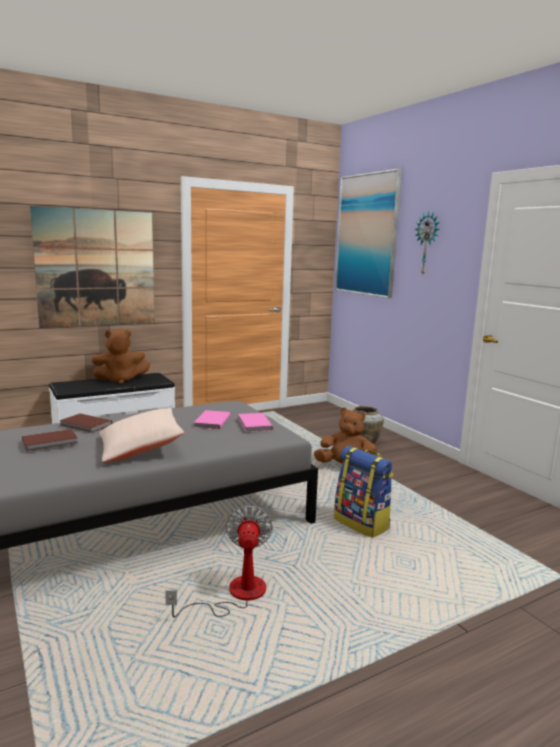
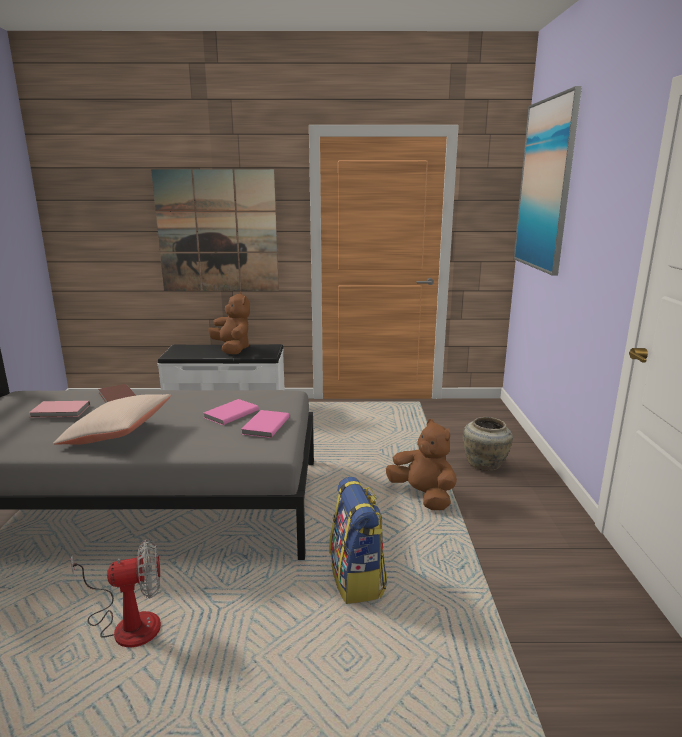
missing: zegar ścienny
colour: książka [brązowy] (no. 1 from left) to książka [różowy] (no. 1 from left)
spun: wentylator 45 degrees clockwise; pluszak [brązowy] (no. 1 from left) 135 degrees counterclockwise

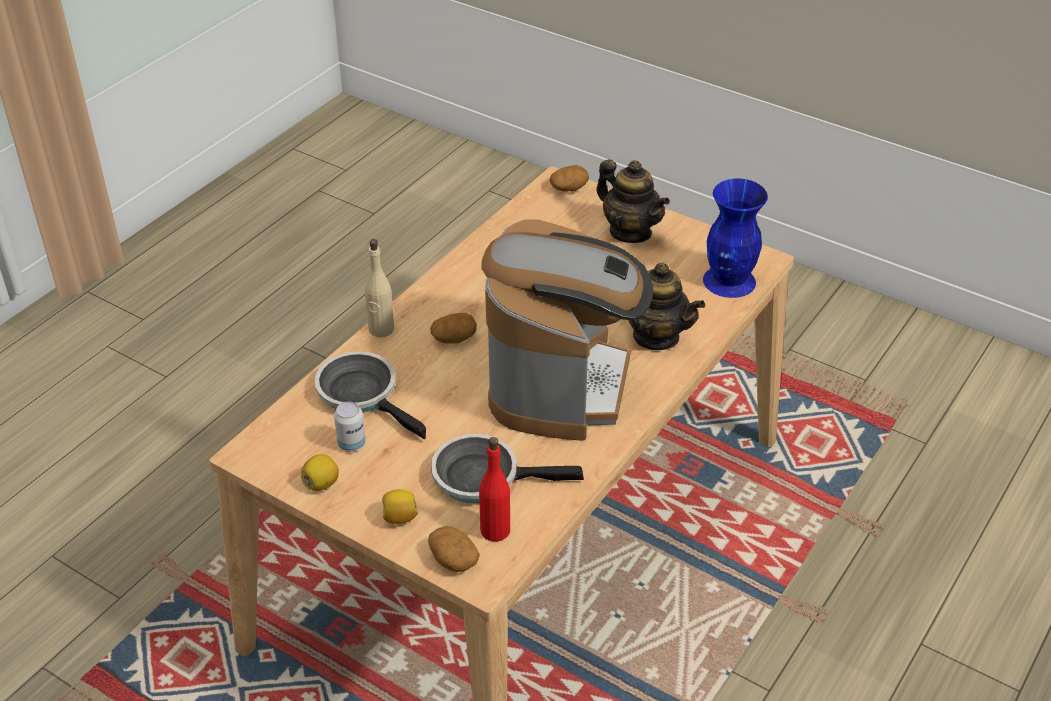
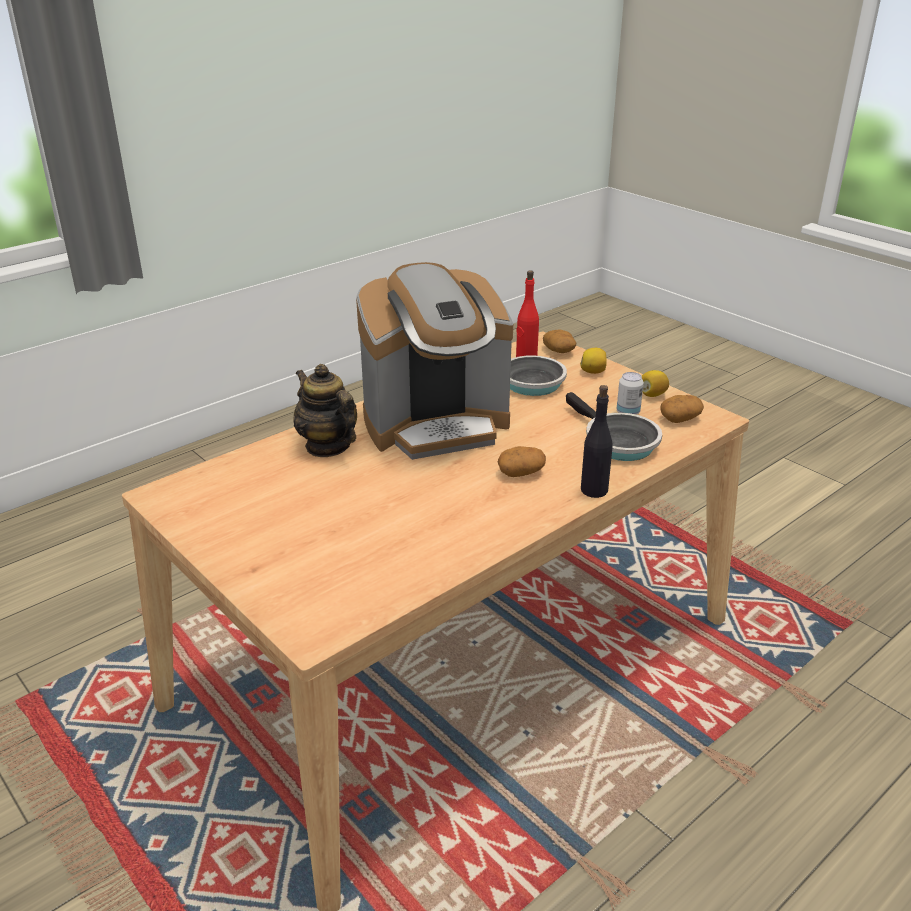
missing: imbryk (no. 1 from left); wazon [niebieski]
relocated: ziemniak (no. 3 from left)
colour: butelka [beżowy] to butelka [czarny]
spun: ekspres do kawy 135 degrees counterclockwise

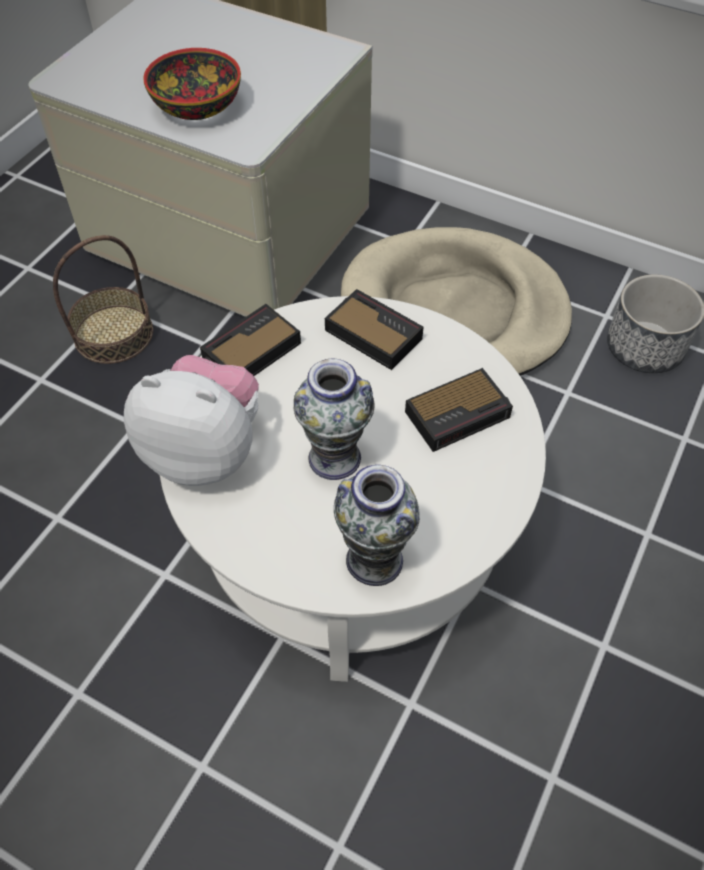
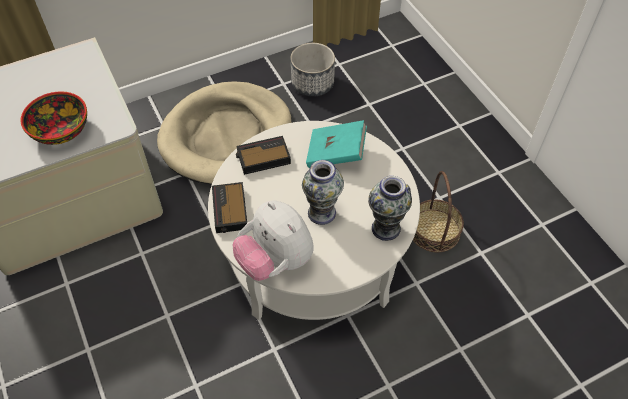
relocated: koszyk
exchanged: budzik (no. 3 from left) to książka [turkusowy]
spun: pluszak 90 degrees counterclockwise

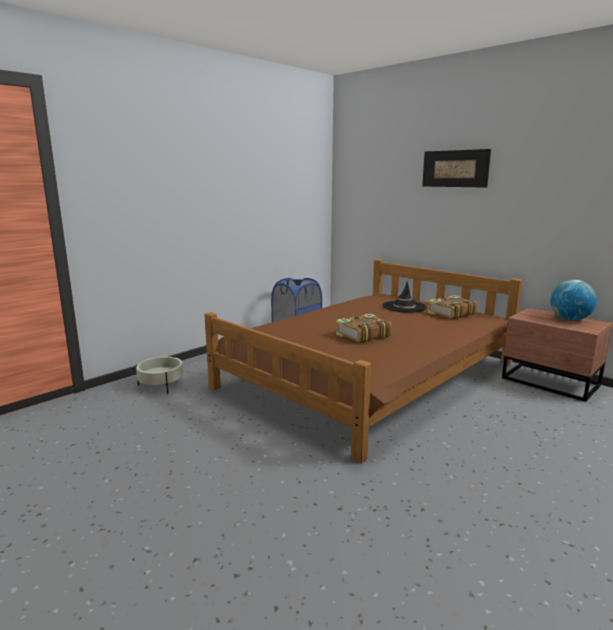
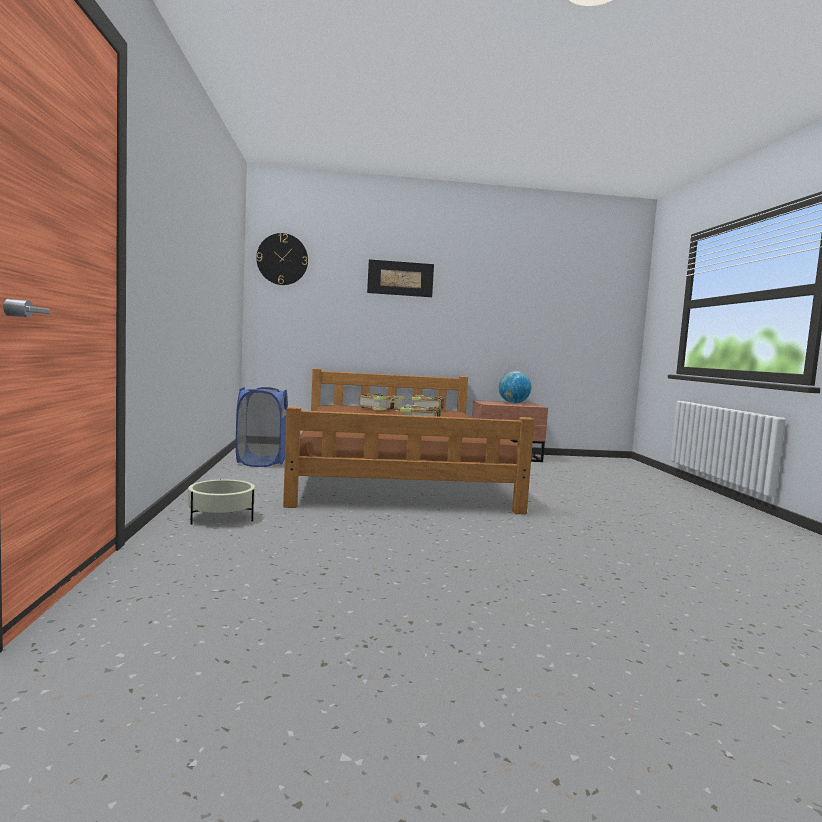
appeared: zegar ścienny
exchanged: kapelusz [czarny] to książka (no. 1 from left)

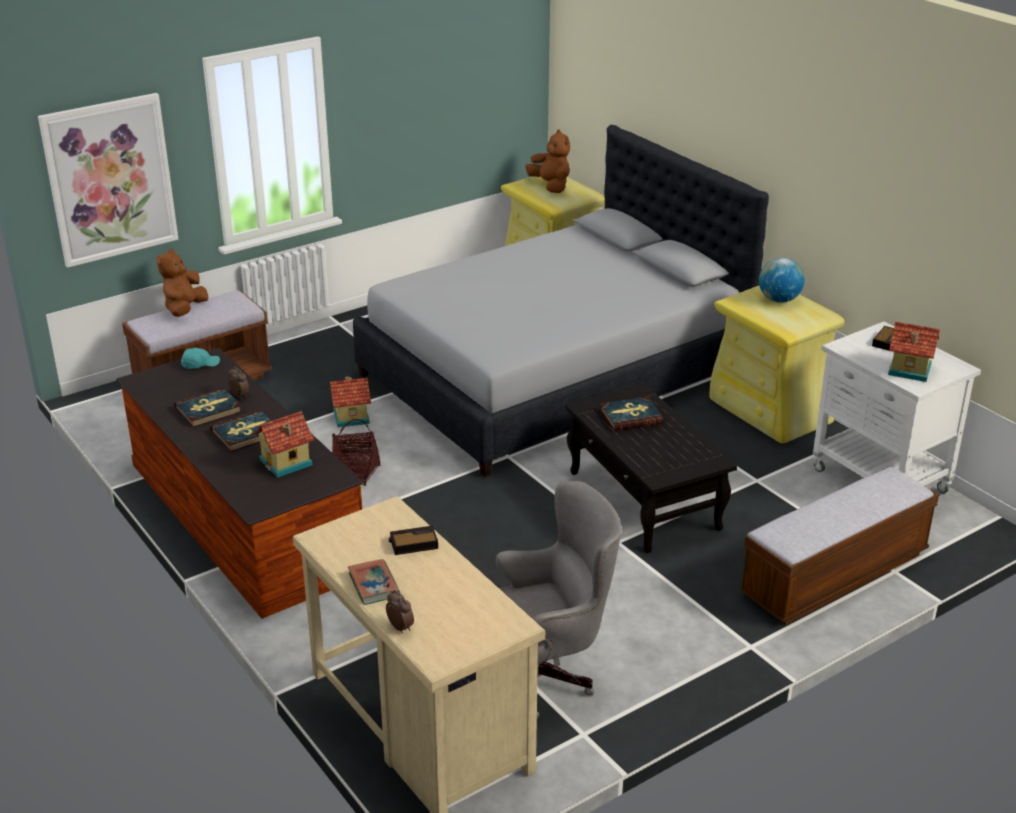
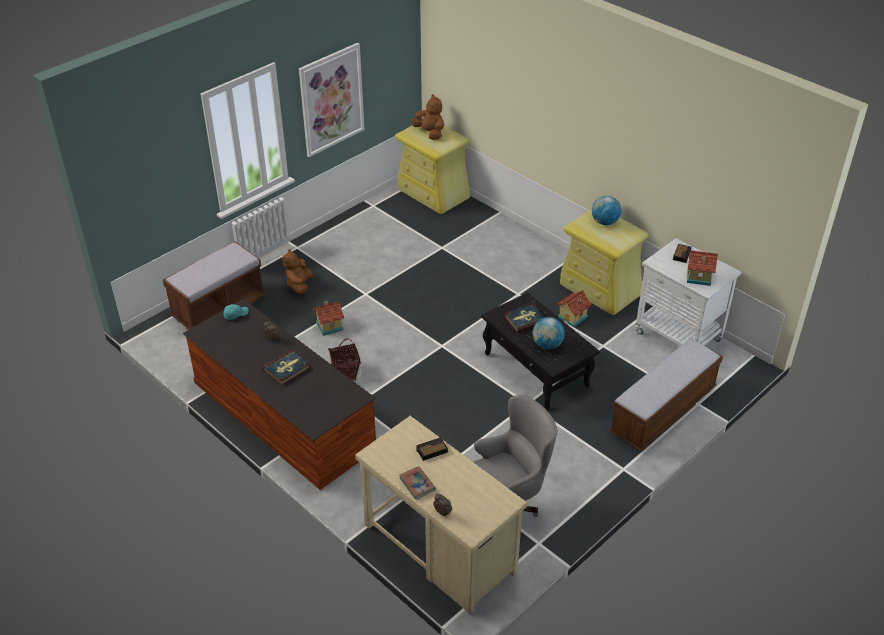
missing: książka (no. 1 from left); łóżko [szary]
appeared: globus (no. 1 from left)
relocated: pluszak [brązowy] (no. 1 from left); obraz; domek (no. 1 from left in the first image) to domek (no. 2 from left)

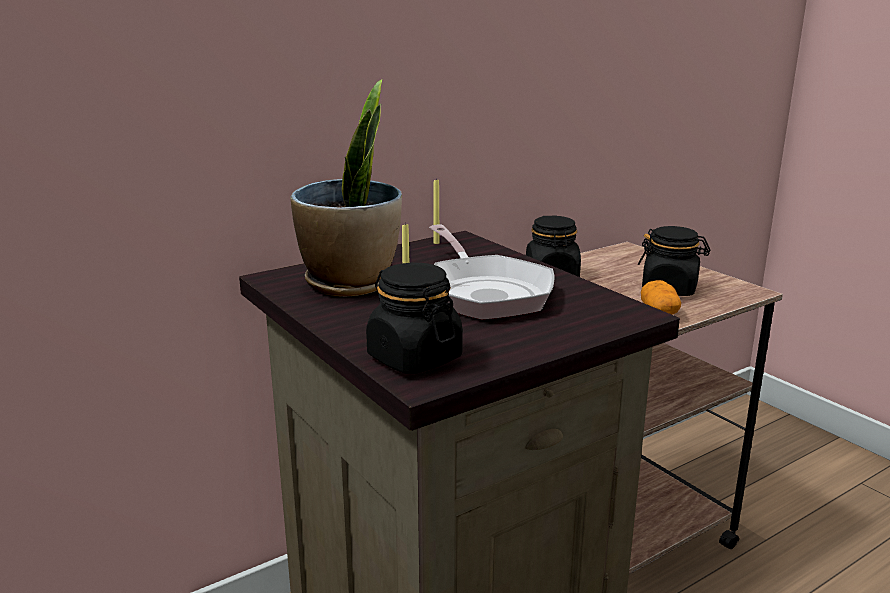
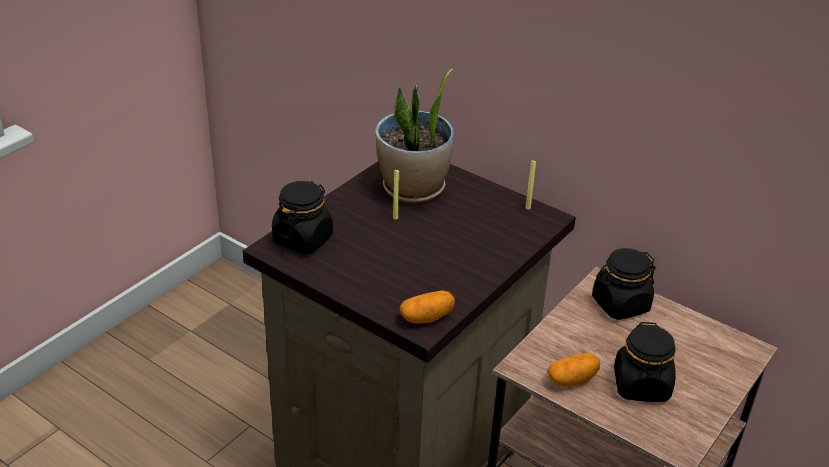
missing: patelnia
appeared: ziemniak (no. 1 from left)

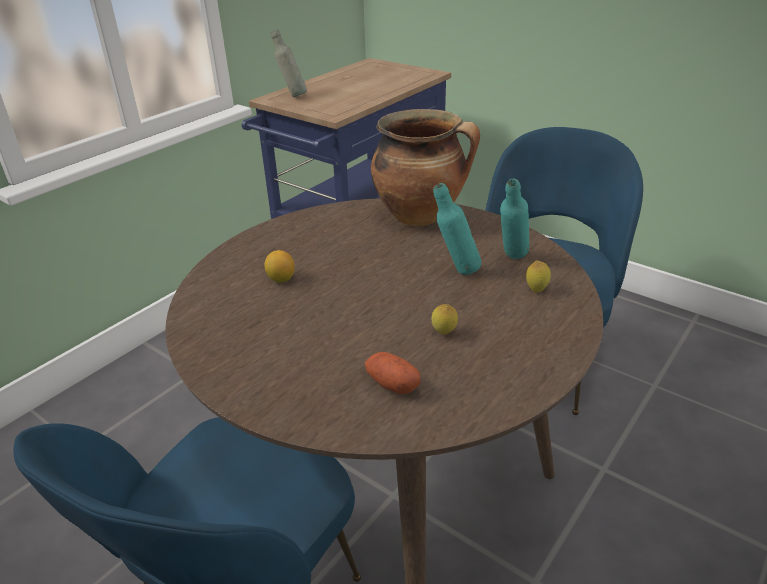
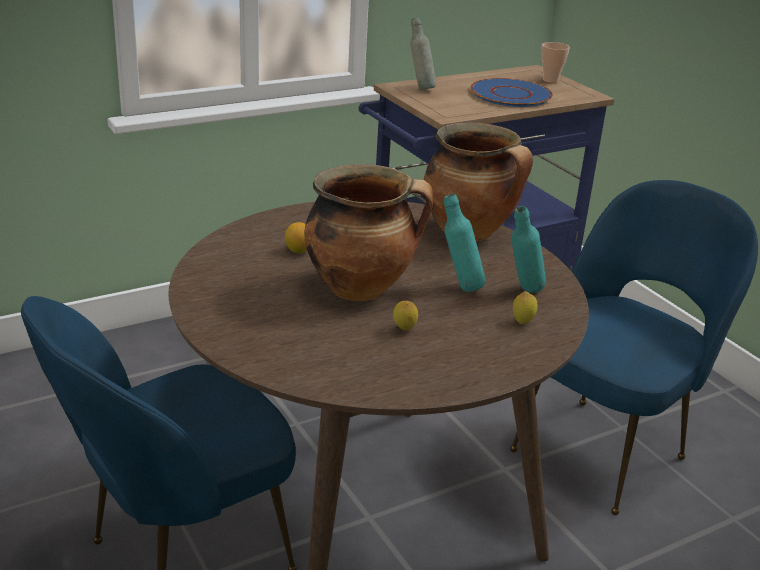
missing: ziemniak
appeared: garnek (no. 1 from left); talerz [niebieski]; filiżanka

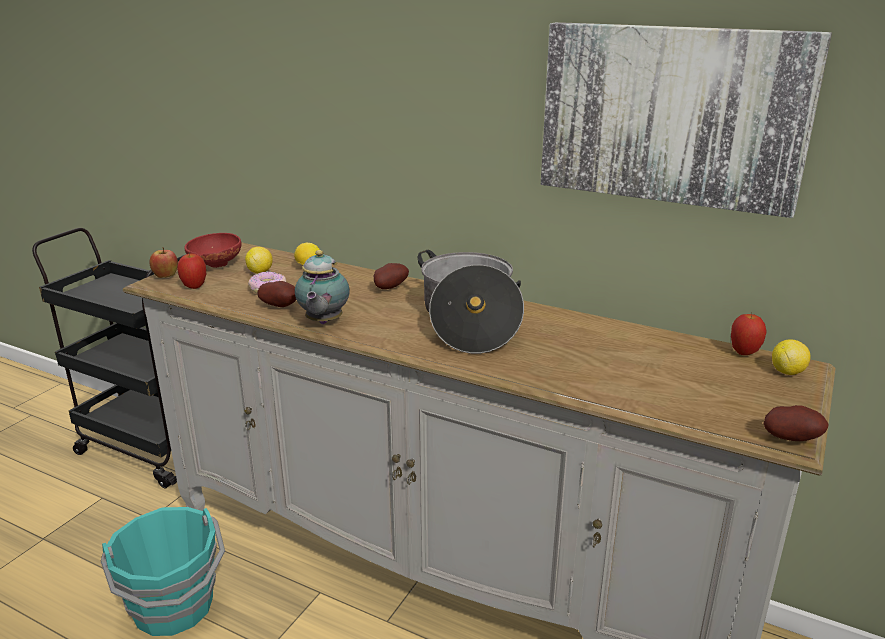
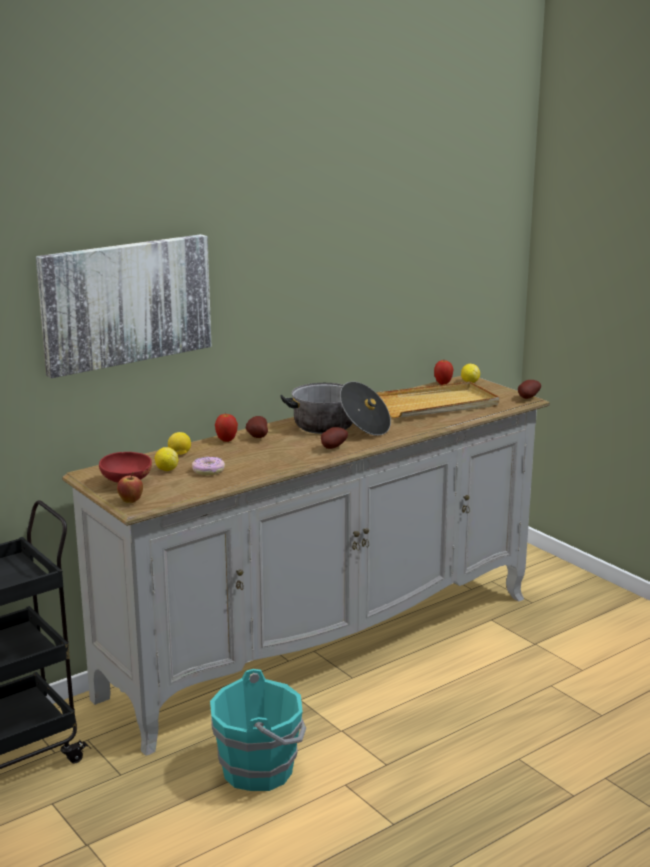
missing: imbryk
appeared: taca [beżowy]
relocated: obraz; jabłko (no. 2 from left); ziemniak (no. 1 from left in the first image) to ziemniak (no. 2 from left)

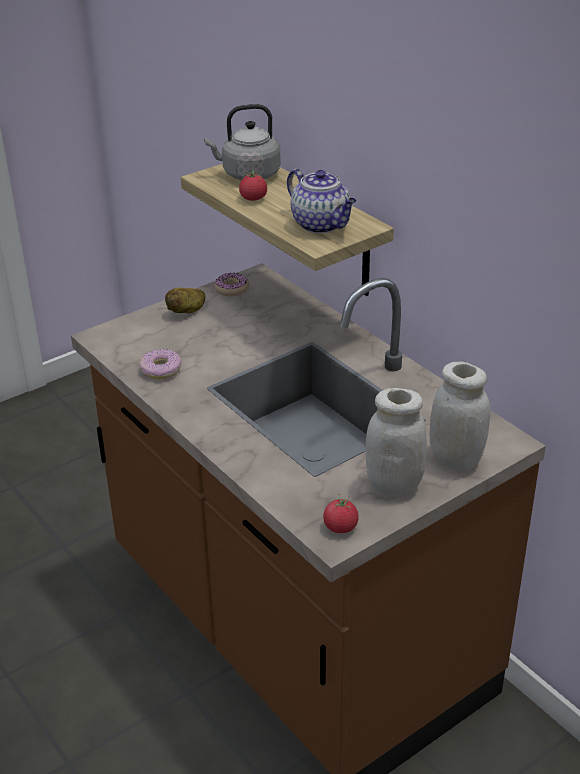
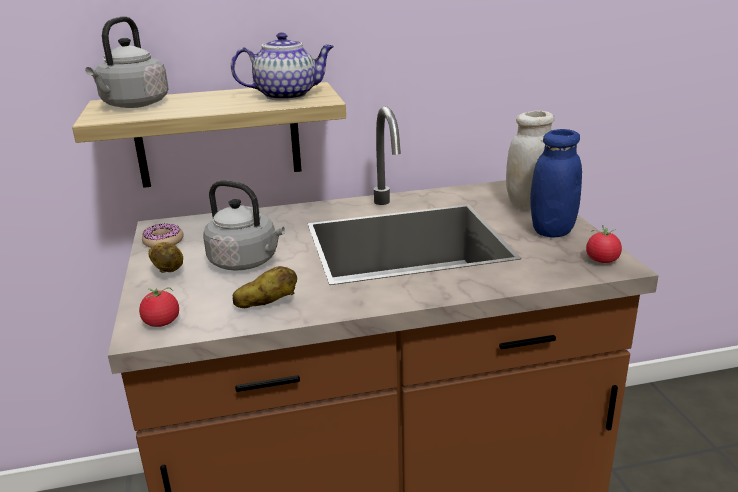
appeared: czajnik [szary] (no. 2 from left)
relocated: pomidor (no. 1 from left)
exchanged: donut (no. 1 from left) to ziemniak (no. 2 from left)
colour: słoik [biały] (no. 1 from left) to słoik [niebieski]

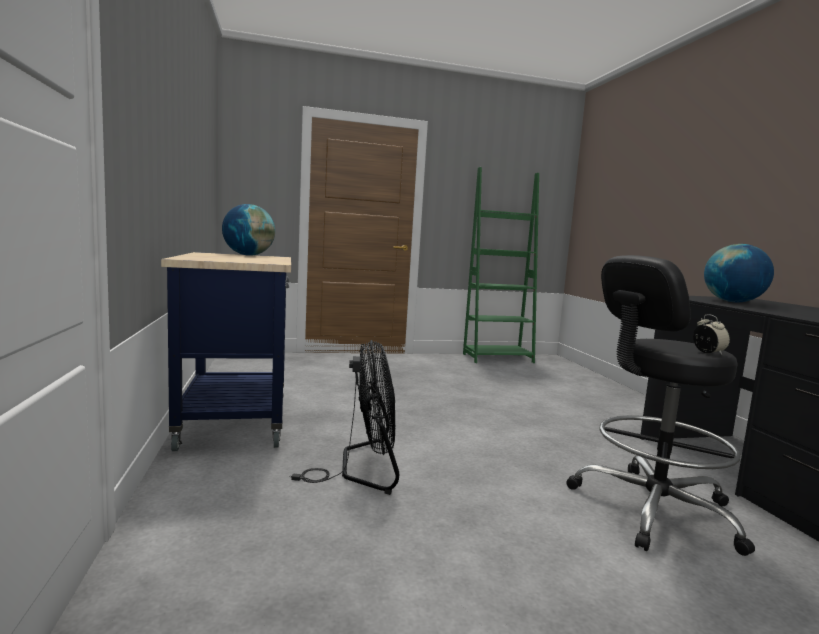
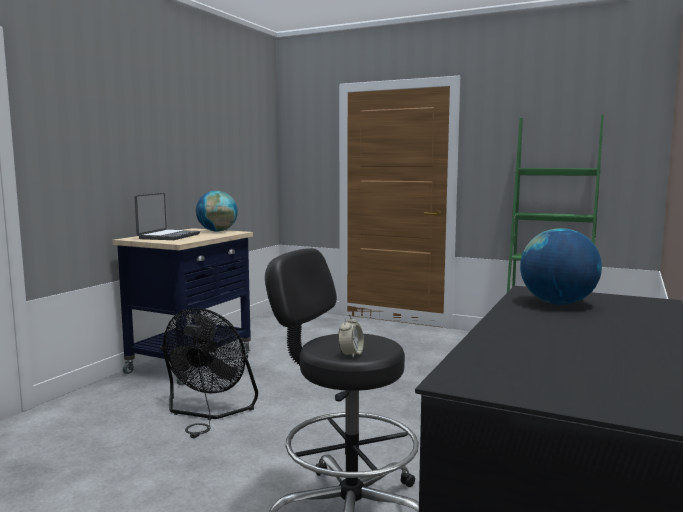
appeared: laptop
spun: wentylator [czarny] 105 degrees counterclockwise

